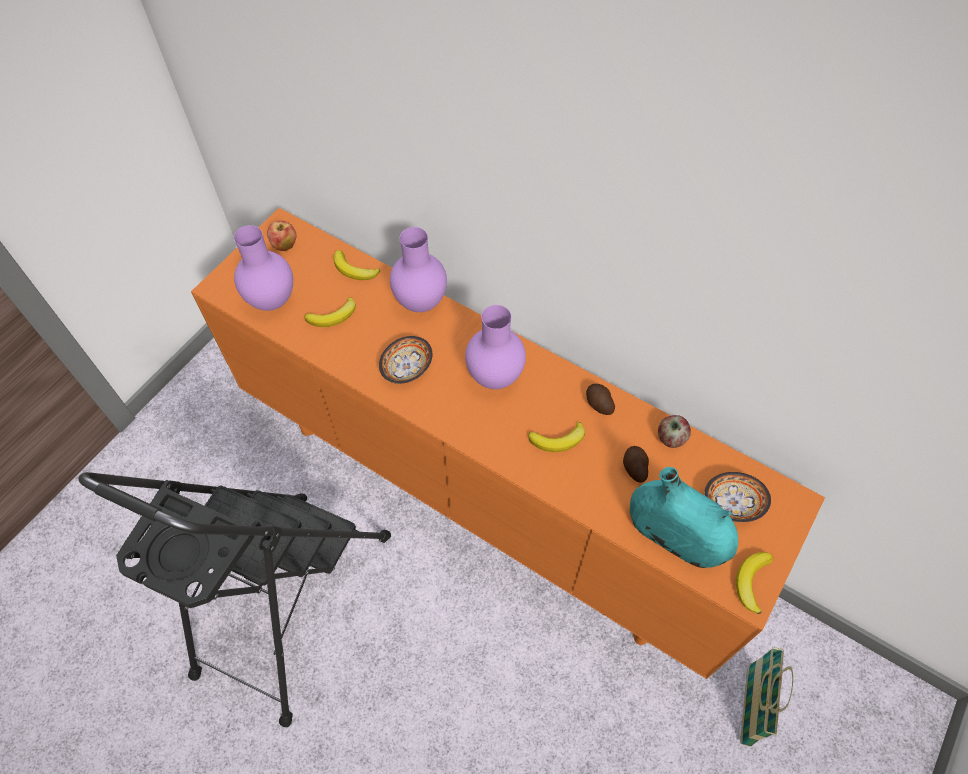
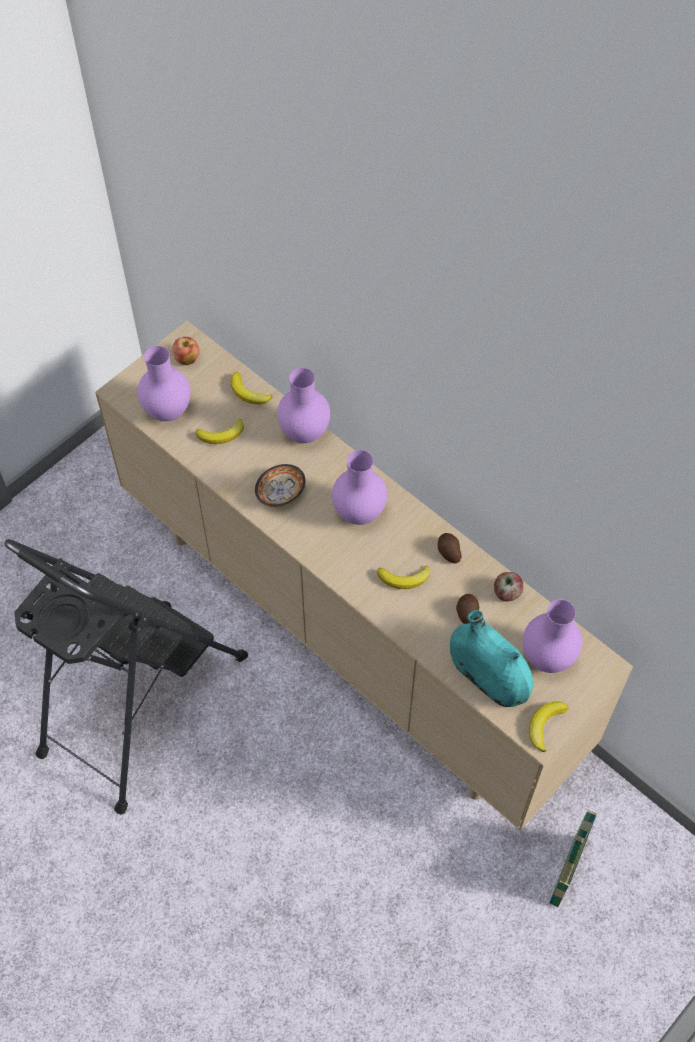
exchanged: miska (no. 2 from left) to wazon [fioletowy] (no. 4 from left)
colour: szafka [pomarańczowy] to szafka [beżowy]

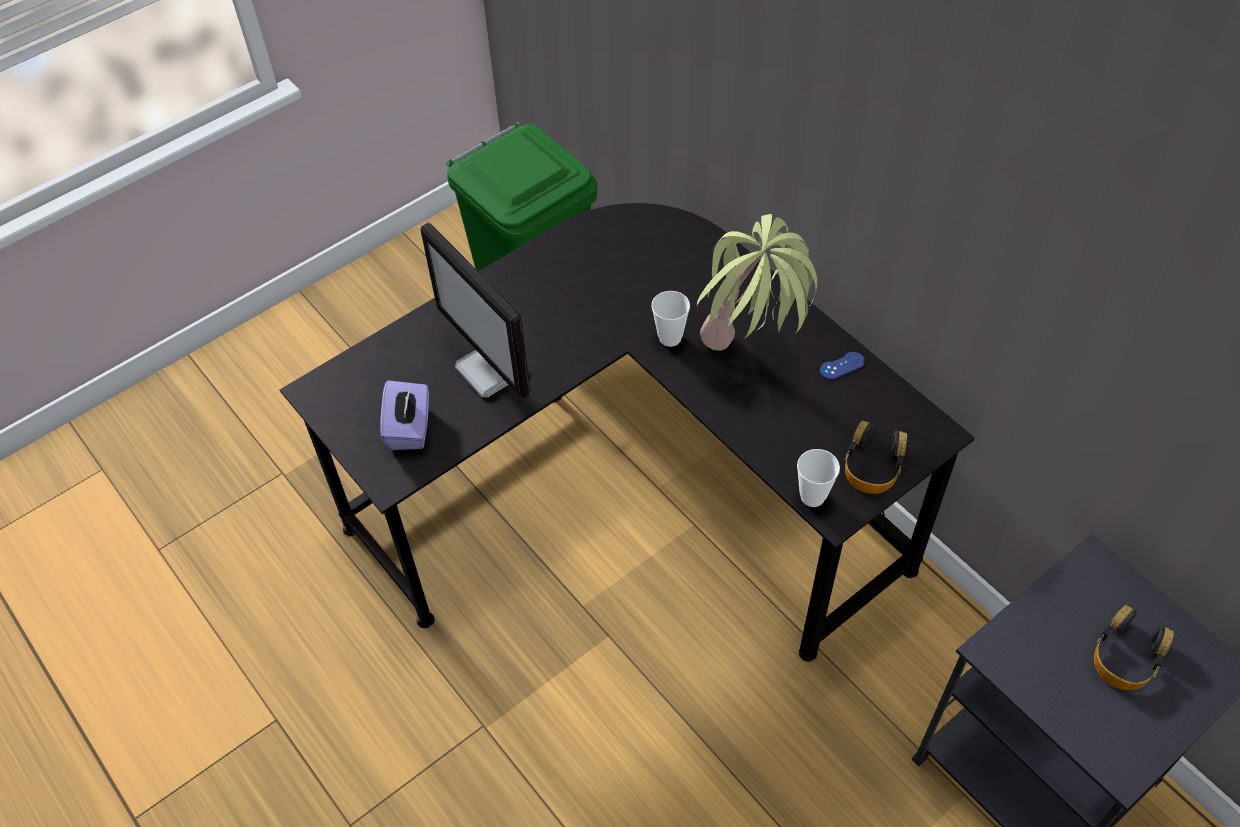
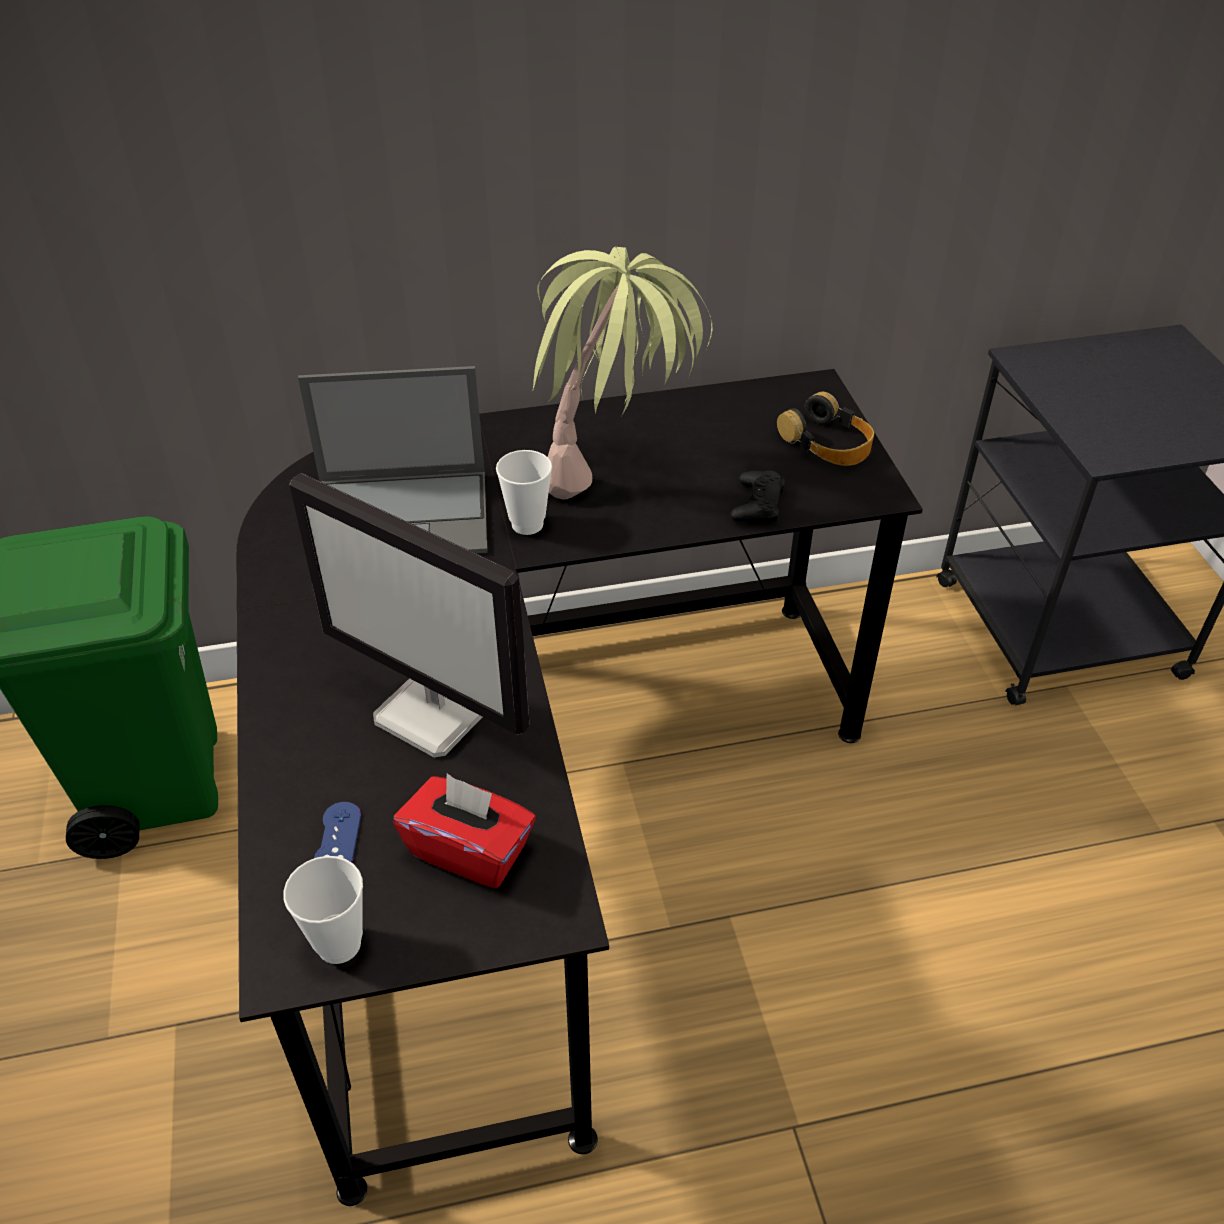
missing: słuchawki (no. 2 from left)
appeared: laptop; pad do gier [czarny]
relocated: filiżanka (no. 2 from left in the first image) to filiżanka (no. 1 from left); pad do gier [niebieski]
colour: pudełko chusteczek [fioletowy] to pudełko chusteczek [czerwony]
spun: monitor 45 degrees clockwise

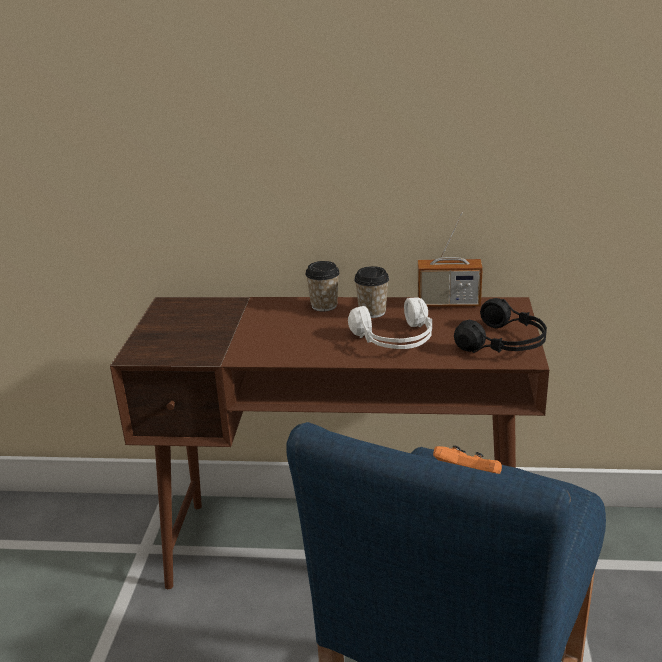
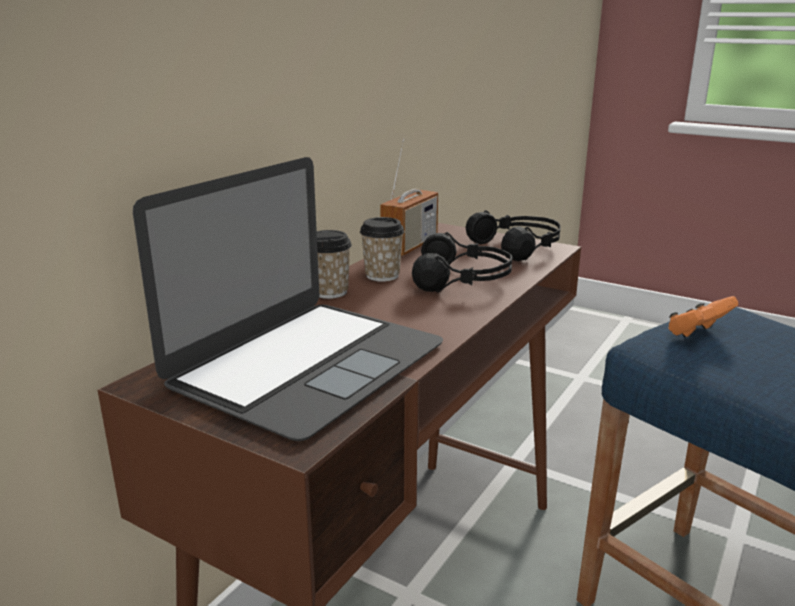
appeared: laptop
colour: słuchawki [biały] to słuchawki [czarny] (no. 1 from left)

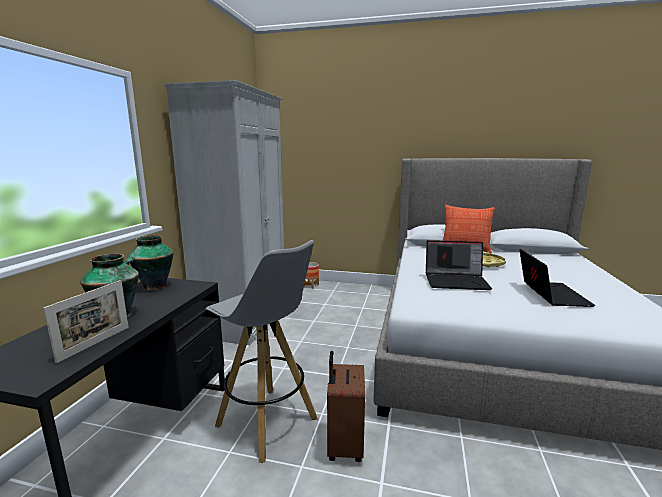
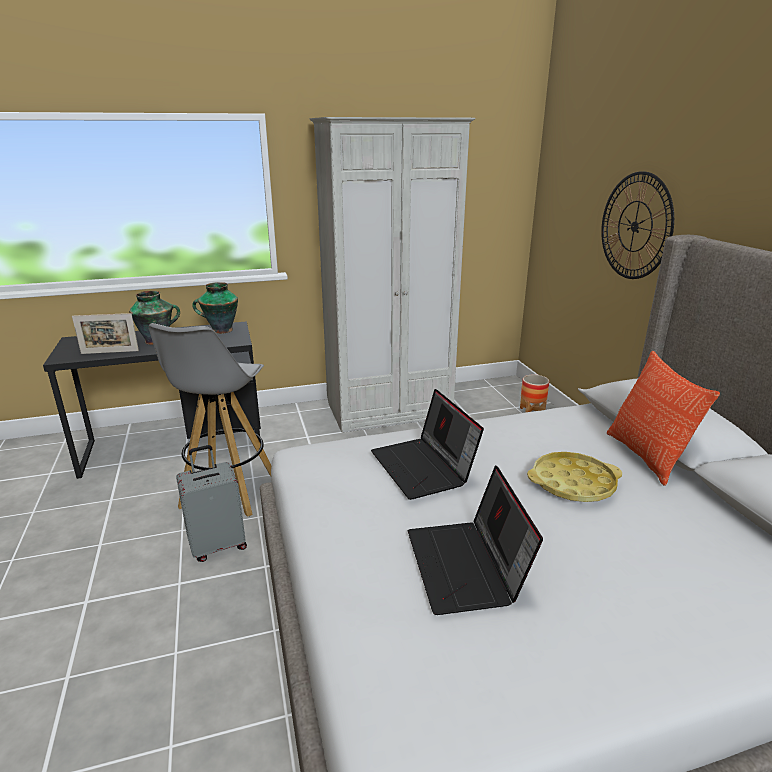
appeared: zegar ścienny
colour: walizka [brązowy] to walizka [szary]
spun: laptop (no. 2 from left) 105 degrees clockwise

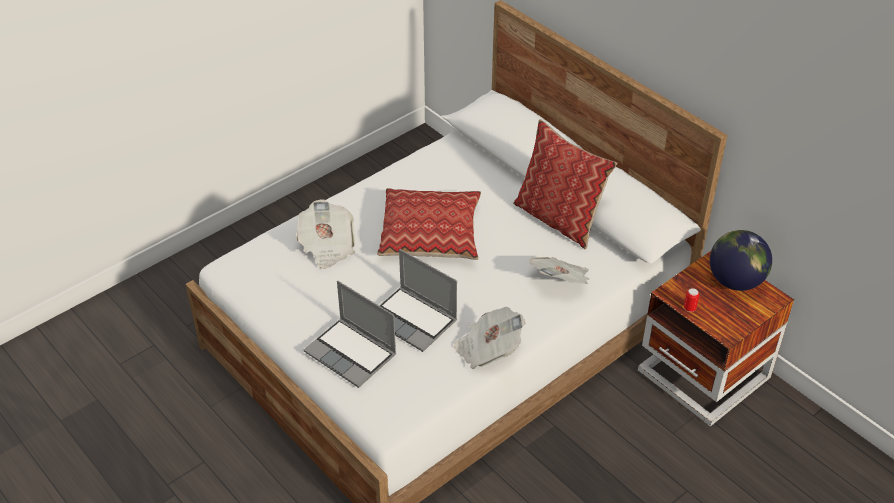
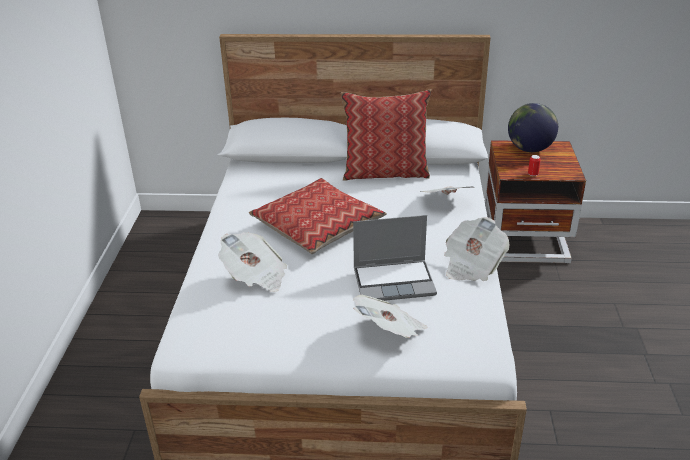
exchanged: laptop (no. 1 from left) to gazeta (no. 2 from left)

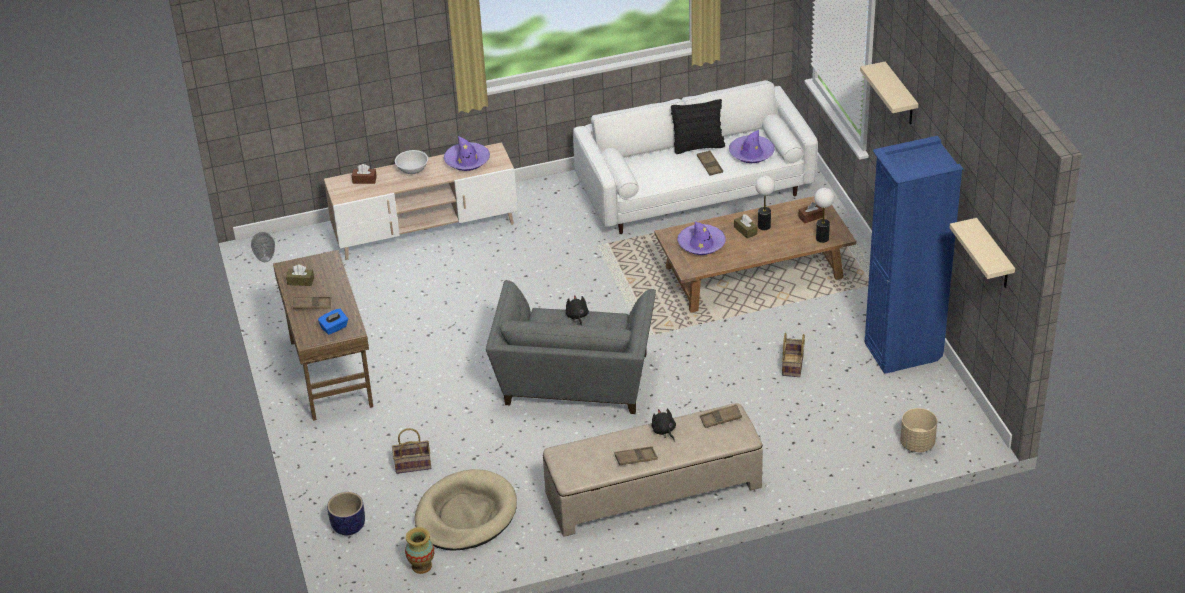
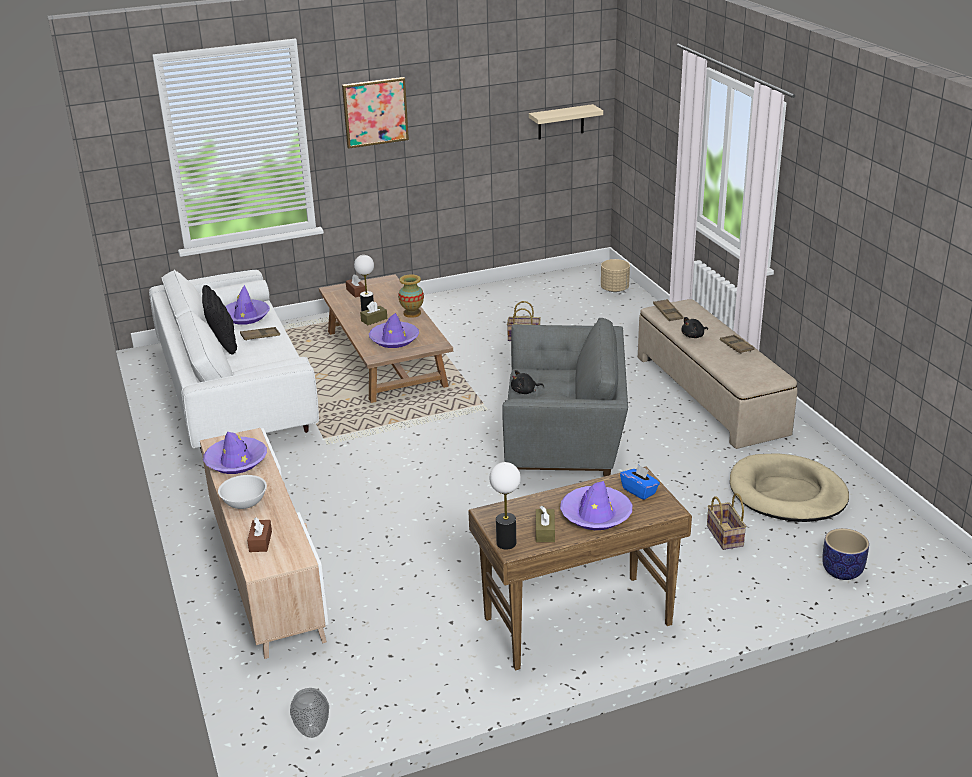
missing: szafka [niebieski]
relocated: wazon (no. 2 from left); lampa stołowa (no. 2 from left)
exchanged: półka [beżowy] (no. 1 from left) to obraz; taca [brązowy] (no. 1 from left) to kapelusz [fioletowy] (no. 4 from left)

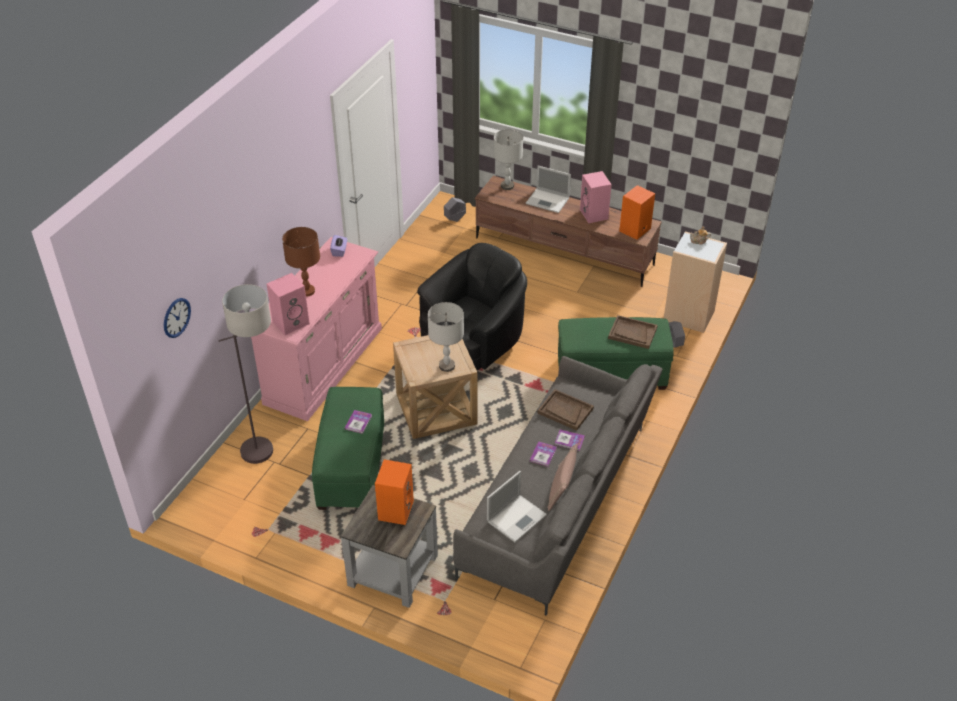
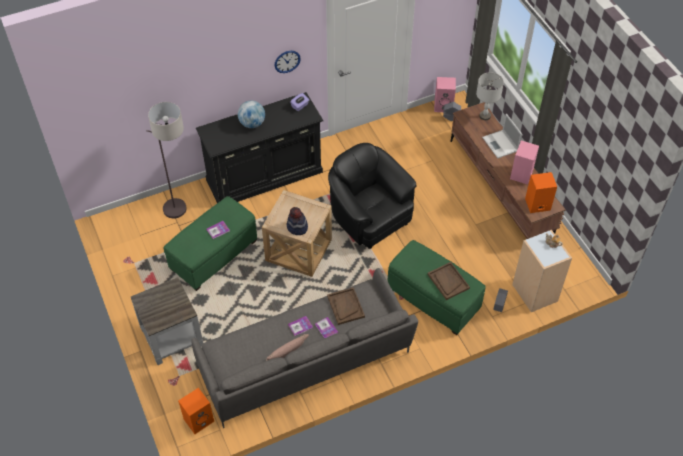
missing: laptop (no. 1 from left)
relocated: głośnik [pomarańczowy] (no. 1 from left); zegar ścienny; głośnik [różowy] (no. 1 from left)
exchanged: lampa stołowa [brązowy] to globus; lampa stołowa [szary] (no. 1 from left) to kapelusz
colour: szafka [różowy] to szafka [czarny]
spun: fotel [czarny] 120 degrees counterclockwise

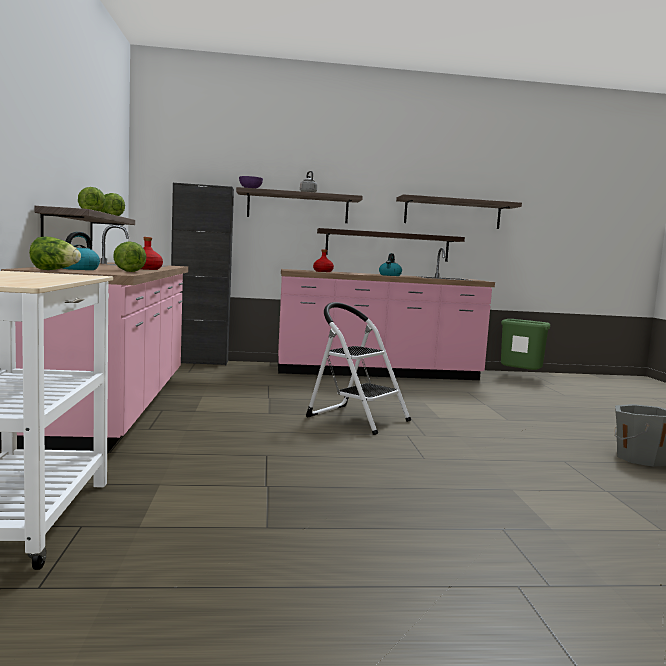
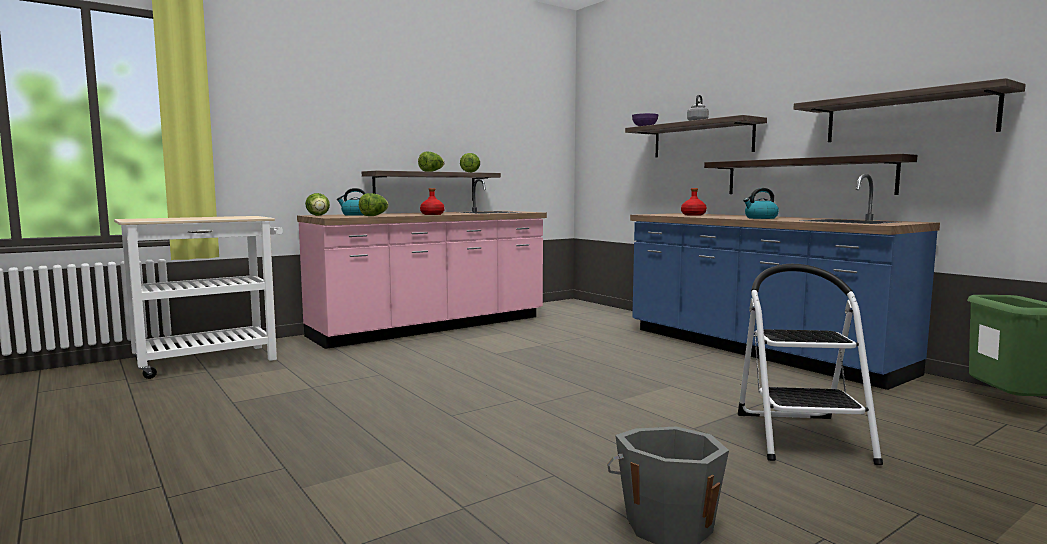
missing: szafka [czarny]
relocated: drabinka
colour: zabudowa kuchenna [różowy] (no. 2 from left) to zabudowa kuchenna [niebieski]

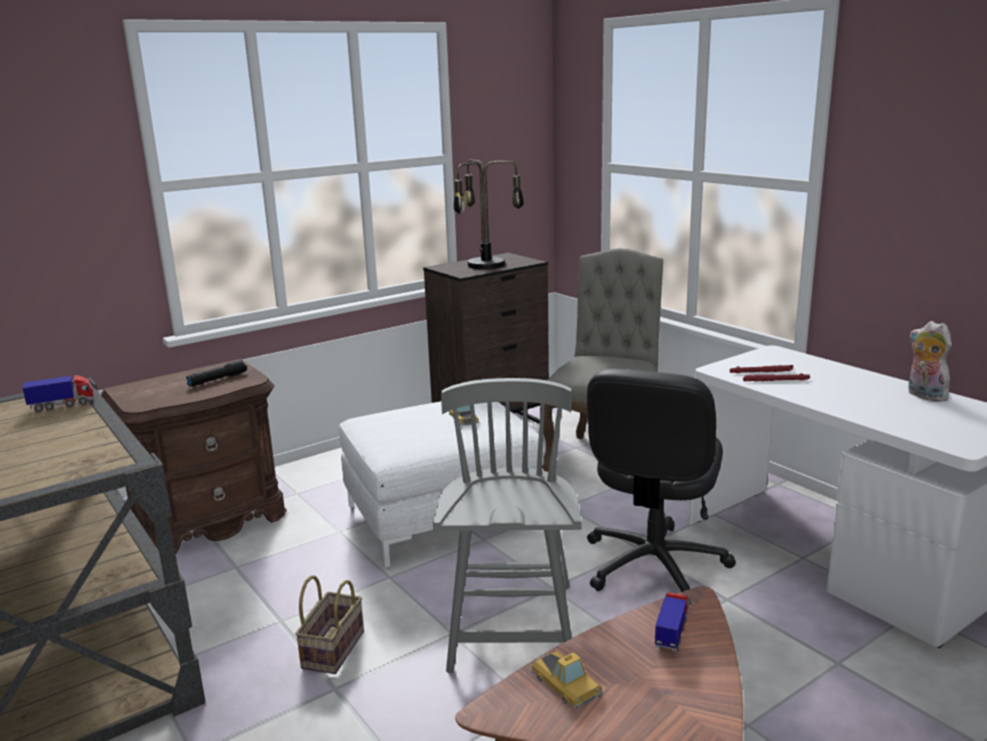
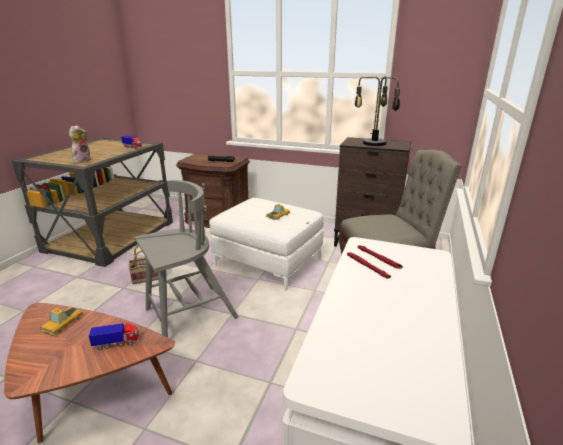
missing: krzesło biurowe [czarny]
relocated: pluszak

